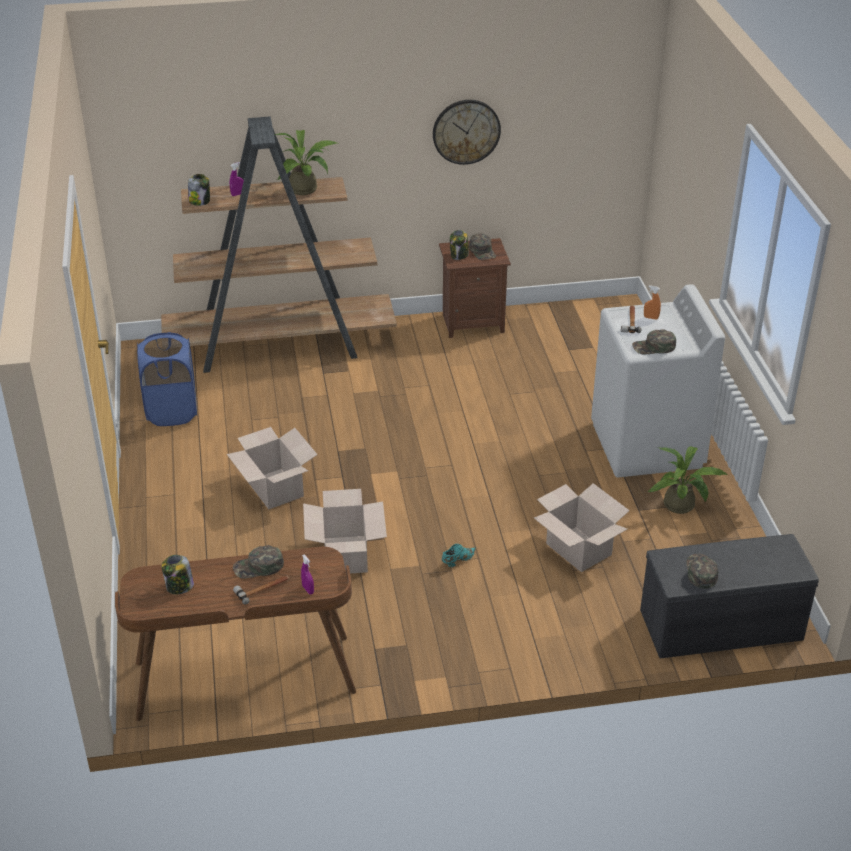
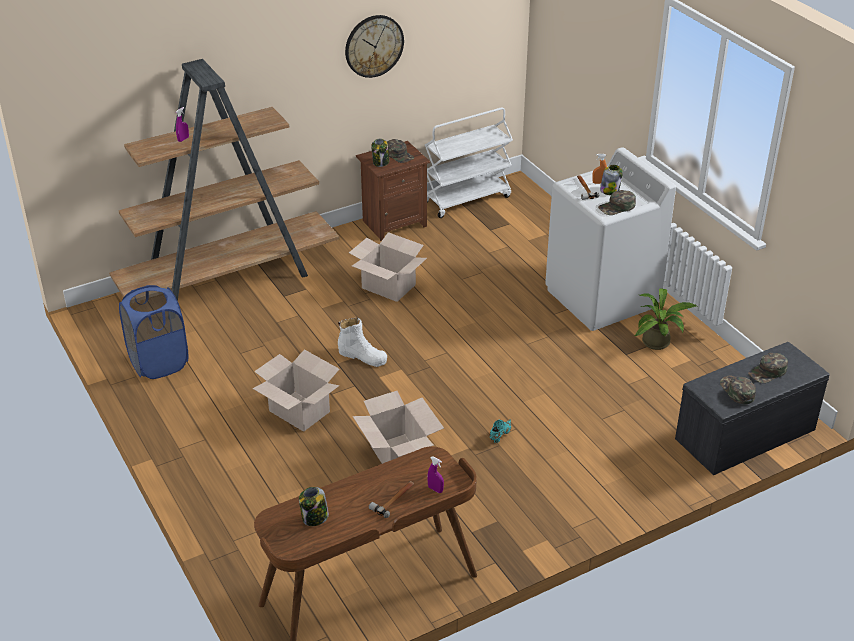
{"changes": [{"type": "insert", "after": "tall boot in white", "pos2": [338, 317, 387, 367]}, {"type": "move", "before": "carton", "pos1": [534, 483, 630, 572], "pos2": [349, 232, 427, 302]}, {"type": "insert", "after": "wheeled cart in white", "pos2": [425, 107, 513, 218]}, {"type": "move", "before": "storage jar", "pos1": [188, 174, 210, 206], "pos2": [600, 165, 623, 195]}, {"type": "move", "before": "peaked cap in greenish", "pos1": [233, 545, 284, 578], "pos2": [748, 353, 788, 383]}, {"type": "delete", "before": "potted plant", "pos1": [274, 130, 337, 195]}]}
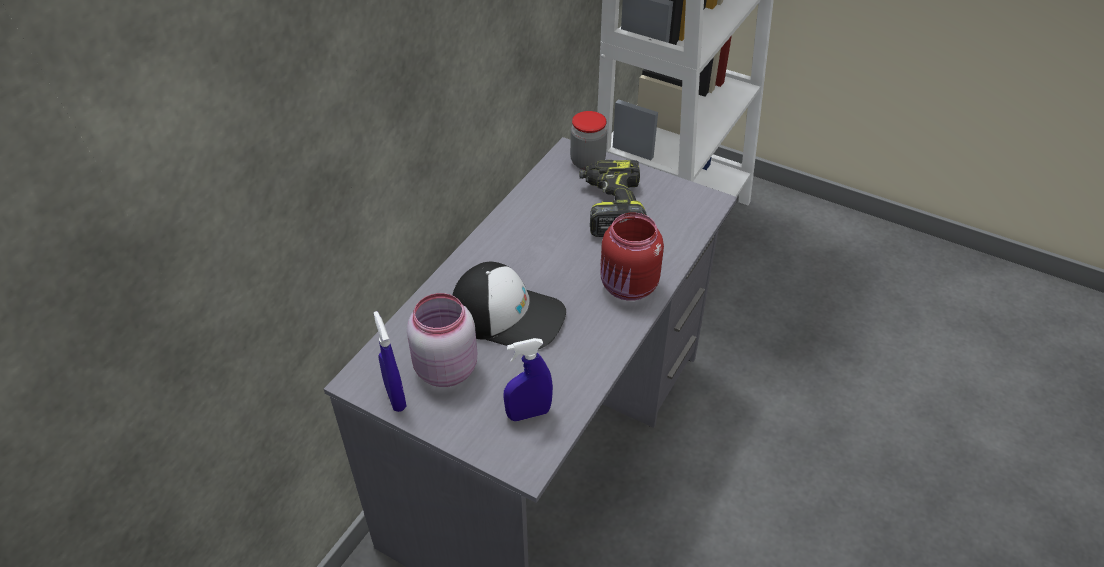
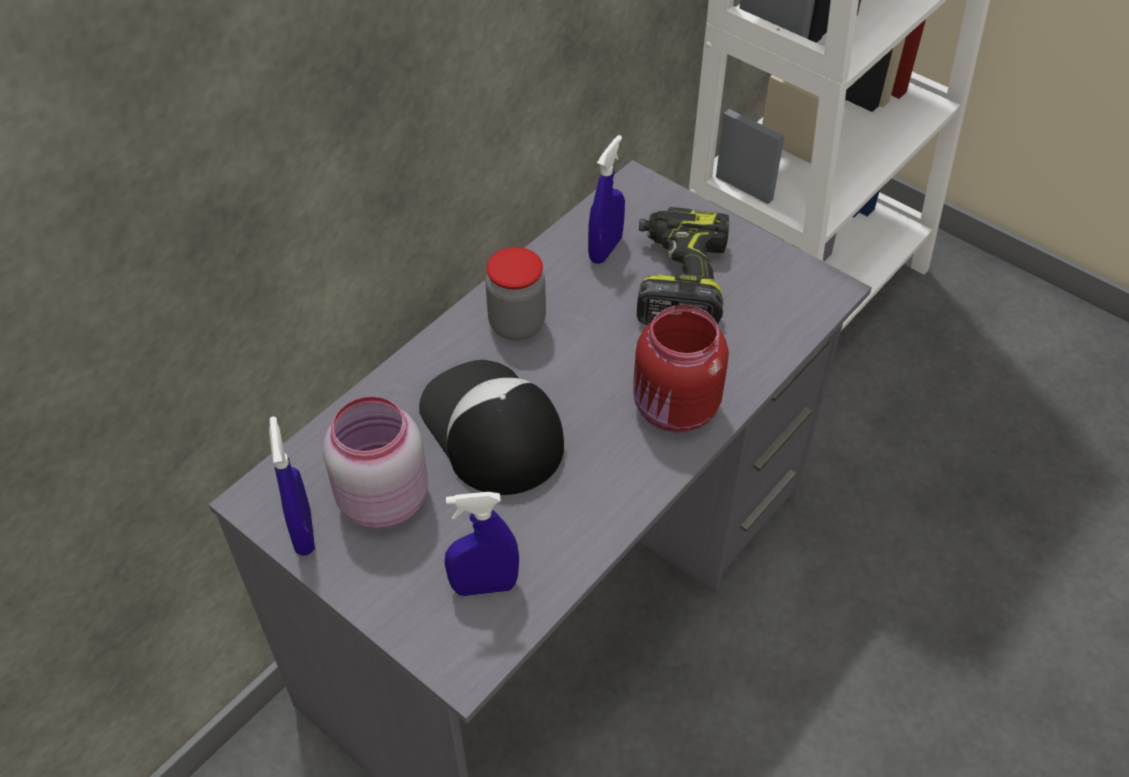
{"changes": [{"type": "rotate", "before": "peaked cap", "pos1": [452, 262, 566, 349], "pos2": [419, 360, 564, 495], "turn": -150}, {"type": "move", "before": "storage jar", "pos1": [570, 111, 607, 170], "pos2": [485, 247, 546, 340]}, {"type": "insert", "after": "hand sprayer in blue", "pos2": [588, 135, 625, 264]}]}
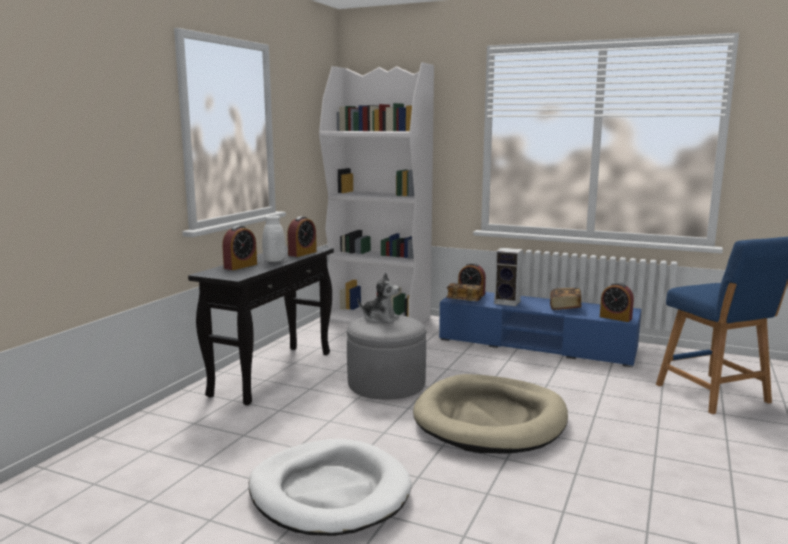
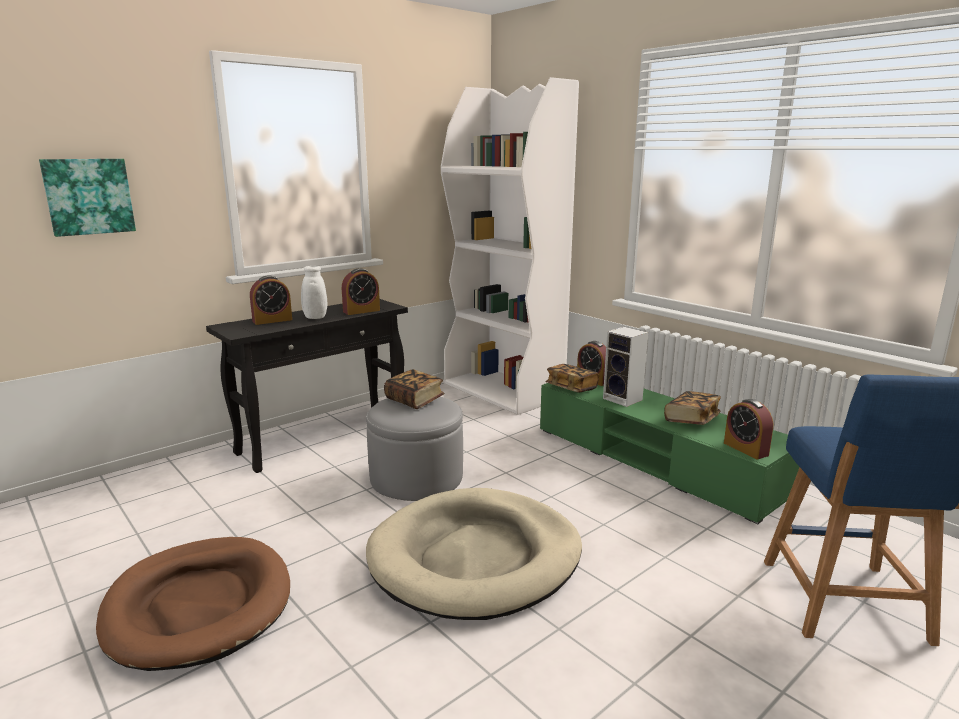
{"changes": [{"type": "insert", "after": "wall picture", "pos2": [39, 159, 136, 237]}, {"type": "recolor", "before": "pet bed in white", "after": "pet bed in brown-coloured", "pos1": [249, 439, 412, 536], "pos2": [96, 537, 290, 671]}, {"type": "replace", "before": "cuddly toy", "after": "bound book", "pos1": [358, 273, 400, 323], "pos2": [384, 369, 445, 409]}, {"type": "recolor", "before": "tv stand in blue", "after": "tv stand in greenish", "pos1": [439, 292, 641, 367], "pos2": [540, 383, 799, 524]}]}
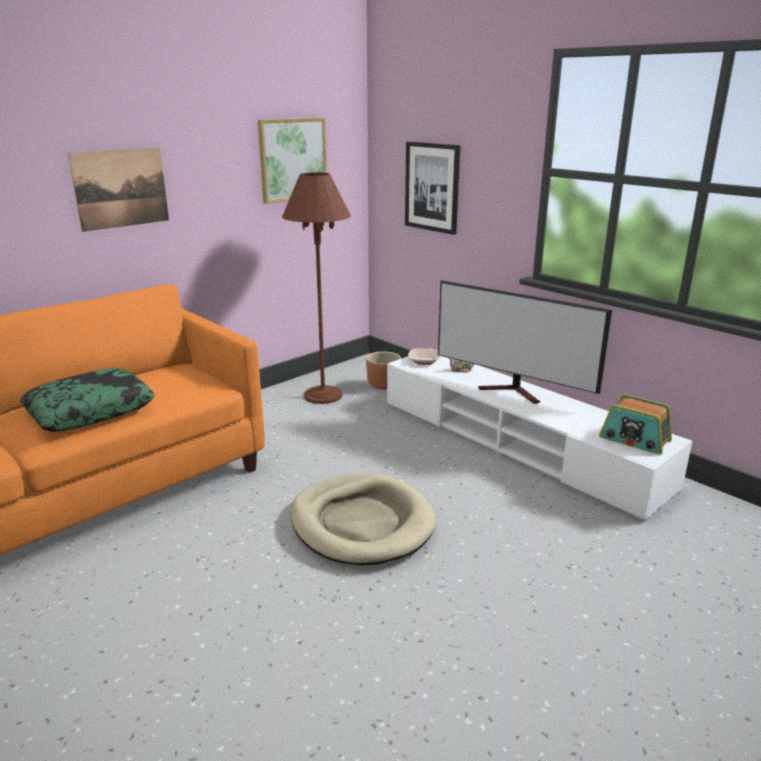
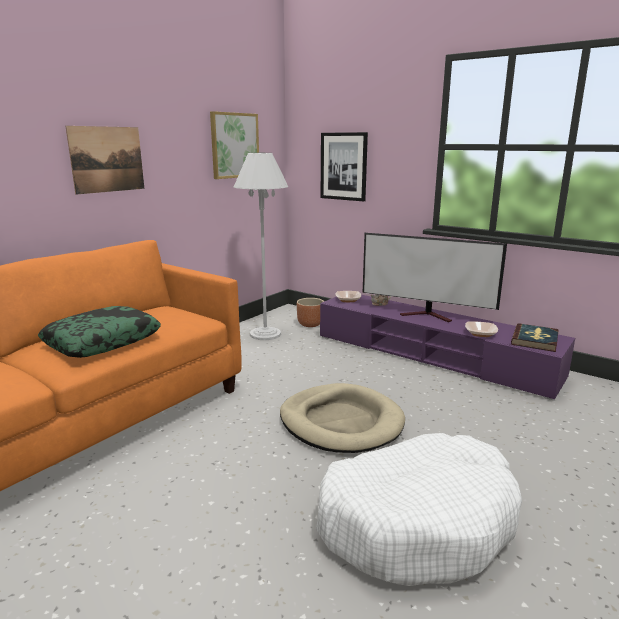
{"changes": [{"type": "recolor", "before": "standing lamp in brown-coloured", "after": "standing lamp in white", "pos1": [282, 172, 351, 404], "pos2": [234, 153, 288, 340]}, {"type": "insert", "after": "pet bed in white", "pos2": [316, 433, 522, 586]}, {"type": "recolor", "before": "tv stand in white", "after": "tv stand in purplish", "pos1": [387, 348, 692, 521], "pos2": [320, 295, 575, 400]}, {"type": "insert", "after": "serving bowl", "pos2": [465, 321, 498, 337]}, {"type": "replace", "before": "radio", "after": "bound book", "pos1": [599, 394, 672, 455], "pos2": [511, 323, 559, 352]}]}
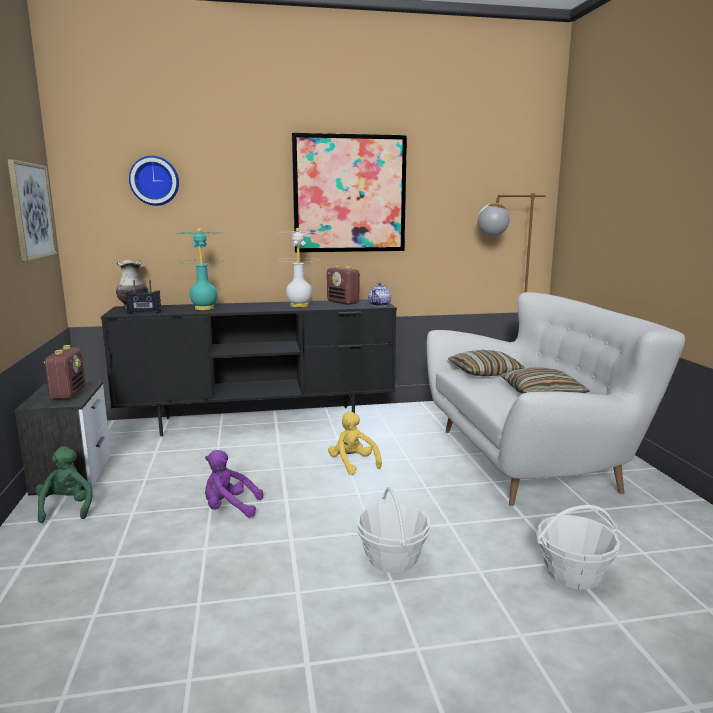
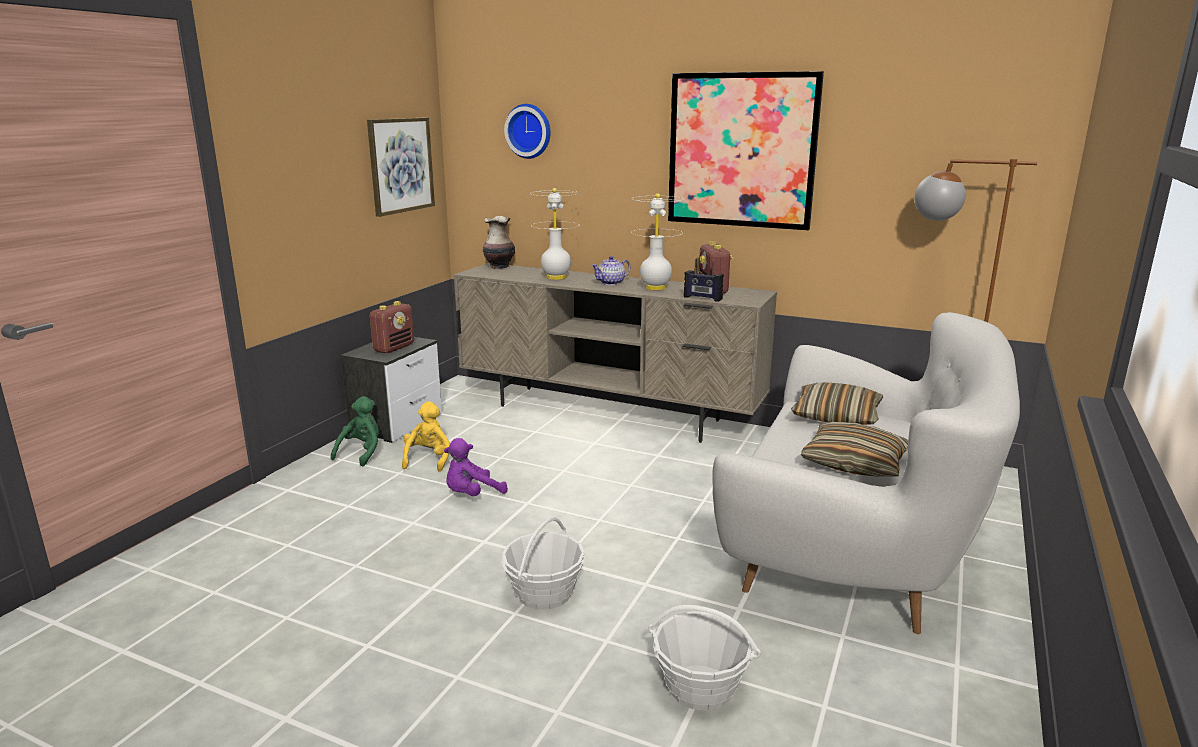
{"changes": [{"type": "move", "before": "cuddly toy in yellow-coloured", "pos1": [328, 411, 382, 475], "pos2": [402, 401, 450, 472]}, {"type": "rotate", "before": "cuddly toy in purplish", "pos1": [205, 450, 263, 518], "pos2": [444, 438, 508, 496], "turn": -75}, {"type": "recolor", "before": "tv stand in blackish", "after": "tv stand in sand-coloured", "pos1": [101, 299, 397, 436], "pos2": [453, 263, 777, 443]}, {"type": "recolor", "before": "lamp for a table in turquoise", "after": "lamp for a table in white", "pos1": [177, 228, 222, 310], "pos2": [531, 188, 579, 280]}, {"type": "move", "before": "tea pot", "pos1": [368, 282, 391, 306], "pos2": [591, 256, 631, 285]}, {"type": "move", "before": "radio", "pos1": [125, 280, 162, 314], "pos2": [684, 259, 724, 302]}]}
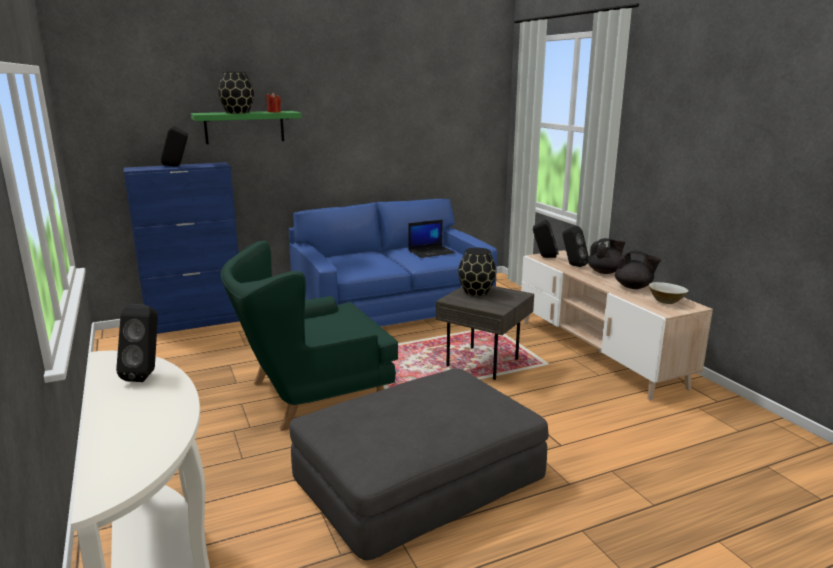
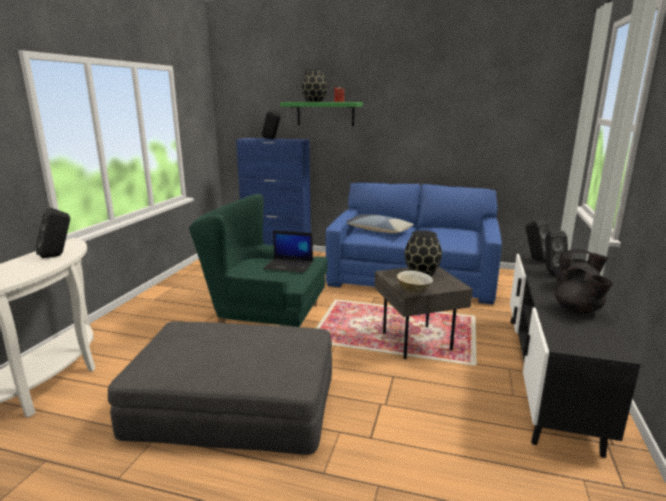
{"changes": [{"type": "move", "before": "notebook computer", "pos1": [409, 220, 455, 258], "pos2": [263, 230, 313, 273]}, {"type": "insert", "after": "pillow", "pos2": [346, 214, 414, 233]}, {"type": "move", "before": "serving bowl in sand-coloured", "pos1": [649, 282, 689, 304], "pos2": [397, 271, 433, 293]}, {"type": "recolor", "before": "tv stand in sand-coloured", "after": "tv stand in blackish", "pos1": [521, 250, 713, 401], "pos2": [510, 254, 641, 458]}]}
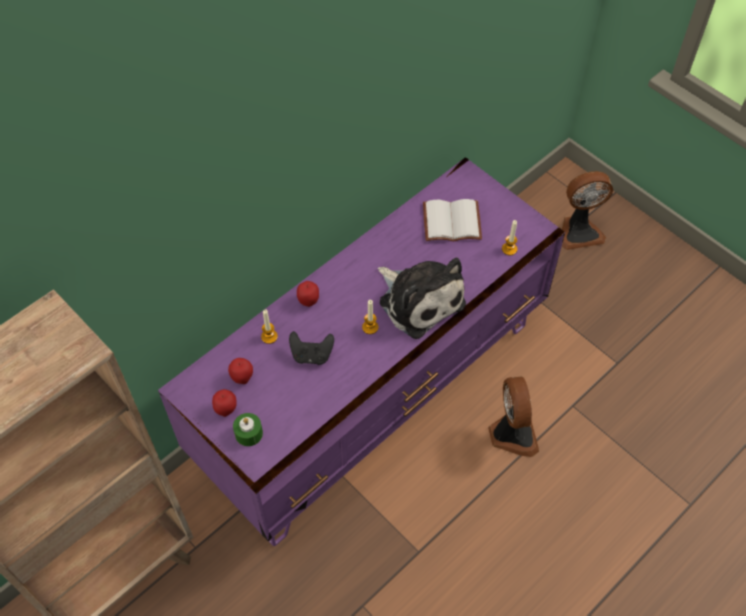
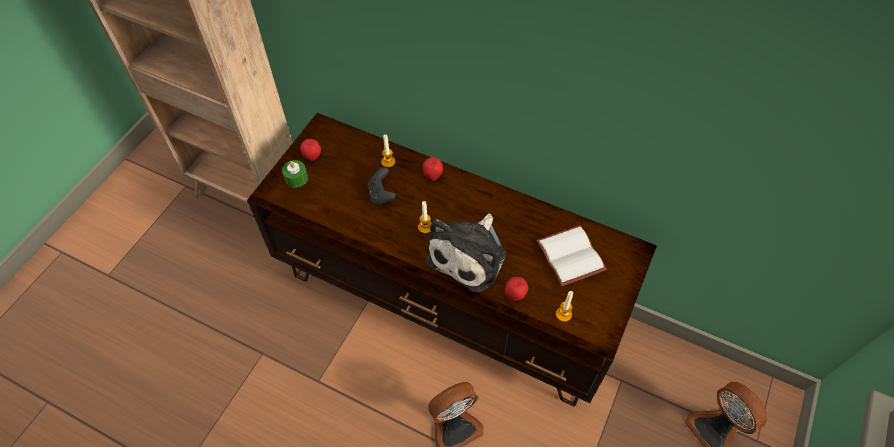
{"changes": [{"type": "recolor", "before": "tv stand in purplish", "after": "tv stand in brown-coloured", "pos1": [158, 157, 565, 546], "pos2": [247, 113, 657, 406]}, {"type": "move", "before": "whole apple", "pos1": [228, 358, 253, 384], "pos2": [505, 277, 528, 301]}]}
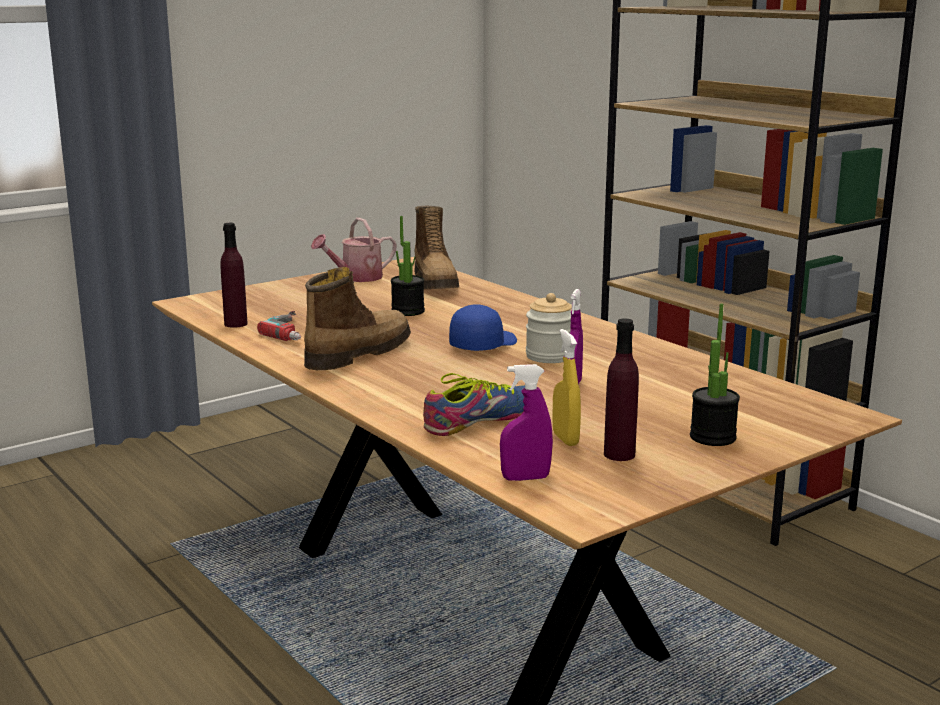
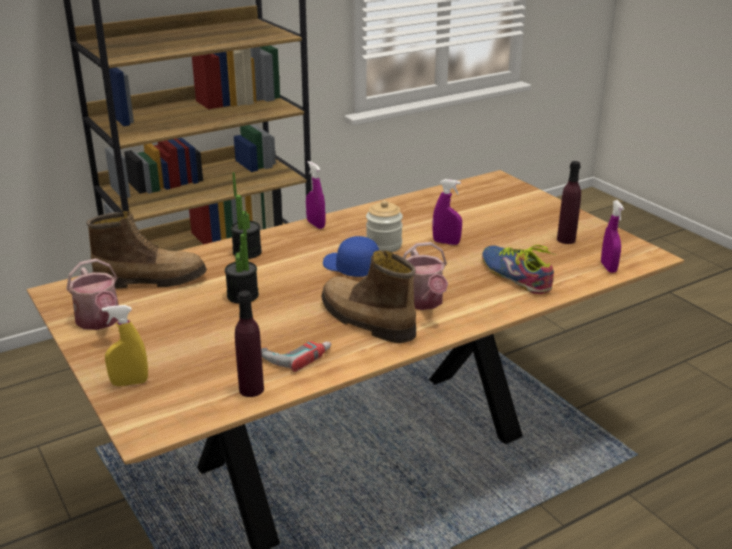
{"changes": [{"type": "move", "before": "hand sprayer in yellow-coloured", "pos1": [552, 329, 581, 446], "pos2": [102, 305, 148, 386]}, {"type": "move", "before": "potted plant", "pos1": [690, 304, 740, 446], "pos2": [231, 172, 262, 259]}, {"type": "insert", "after": "hand sprayer in purplish", "pos2": [306, 161, 325, 229]}, {"type": "insert", "after": "watering can", "pos2": [403, 242, 448, 310]}]}
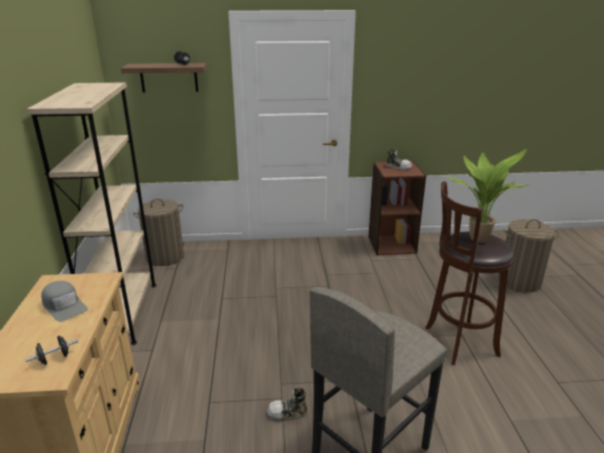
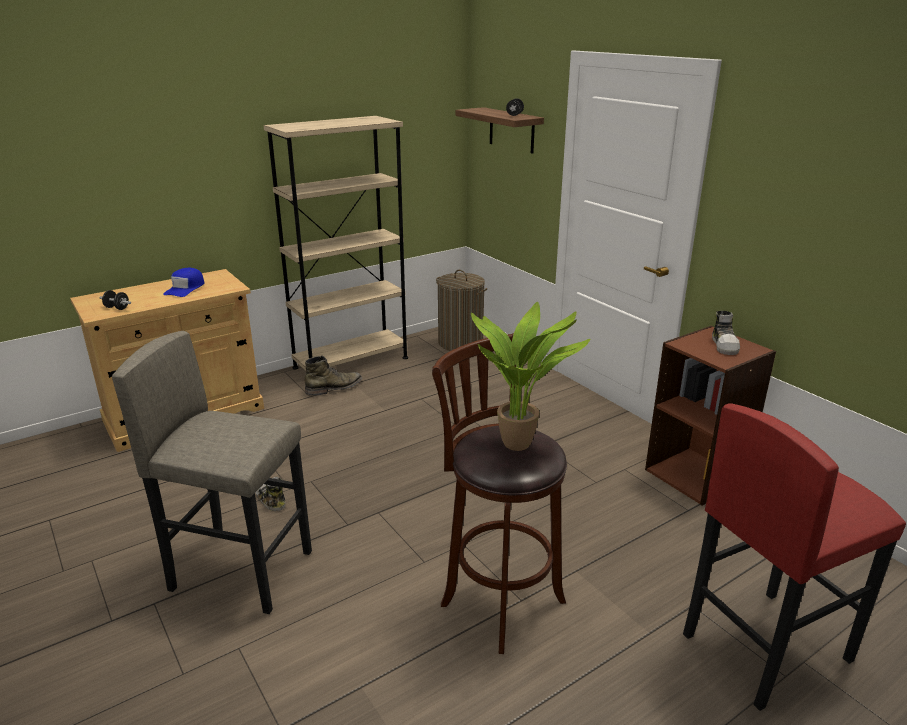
{"changes": [{"type": "recolor", "before": "peaked cap in grey", "after": "peaked cap in blue", "pos1": [41, 281, 88, 322], "pos2": [163, 268, 205, 297]}, {"type": "insert", "after": "tall boot in greenish", "pos2": [304, 355, 362, 396]}, {"type": "replace", "before": "hamper", "after": "stool in red-coloured", "pos1": [498, 219, 559, 293], "pos2": [683, 403, 906, 711]}]}
